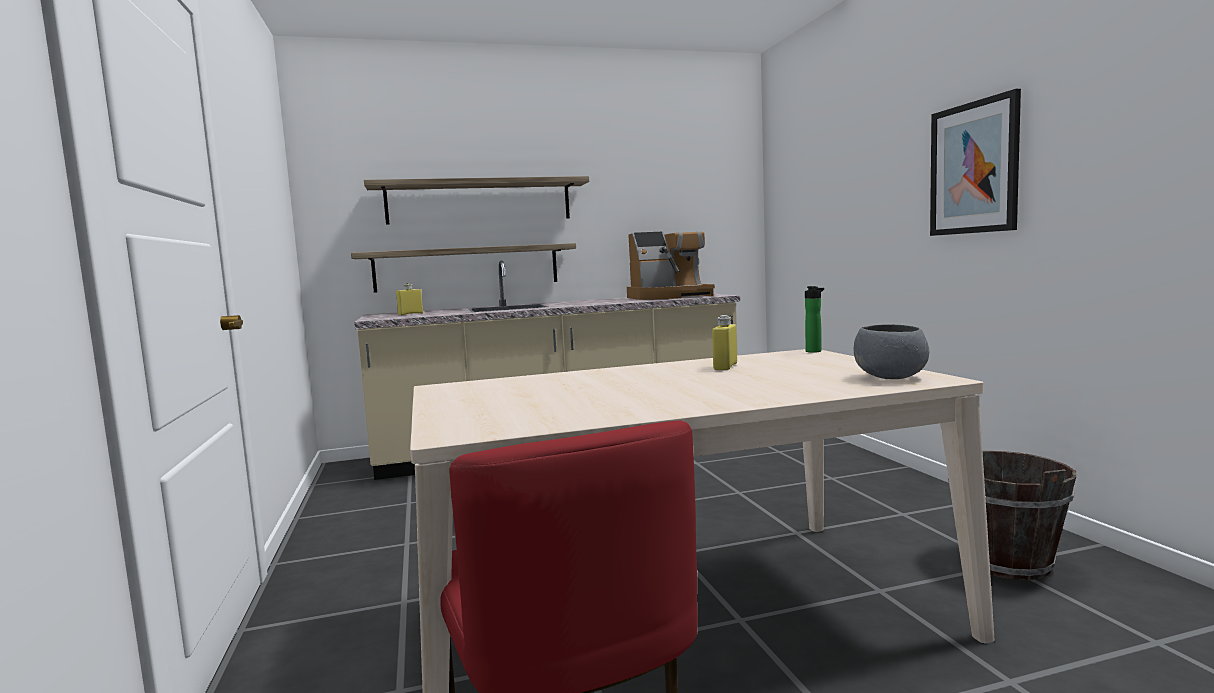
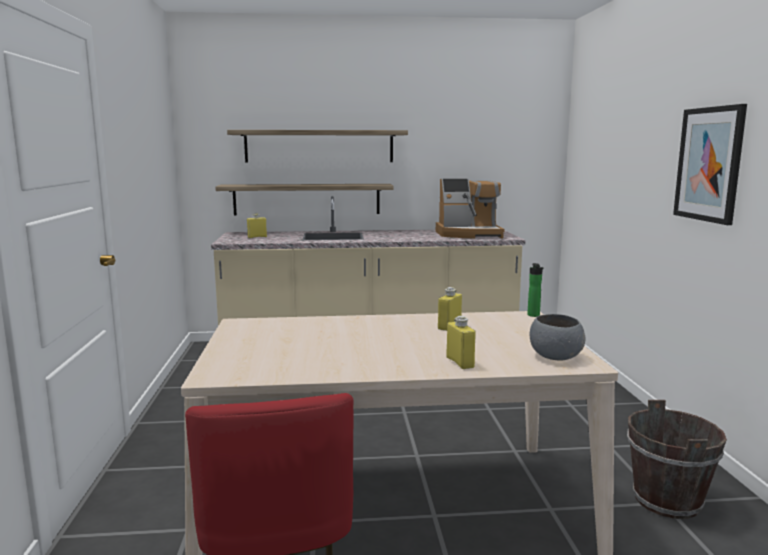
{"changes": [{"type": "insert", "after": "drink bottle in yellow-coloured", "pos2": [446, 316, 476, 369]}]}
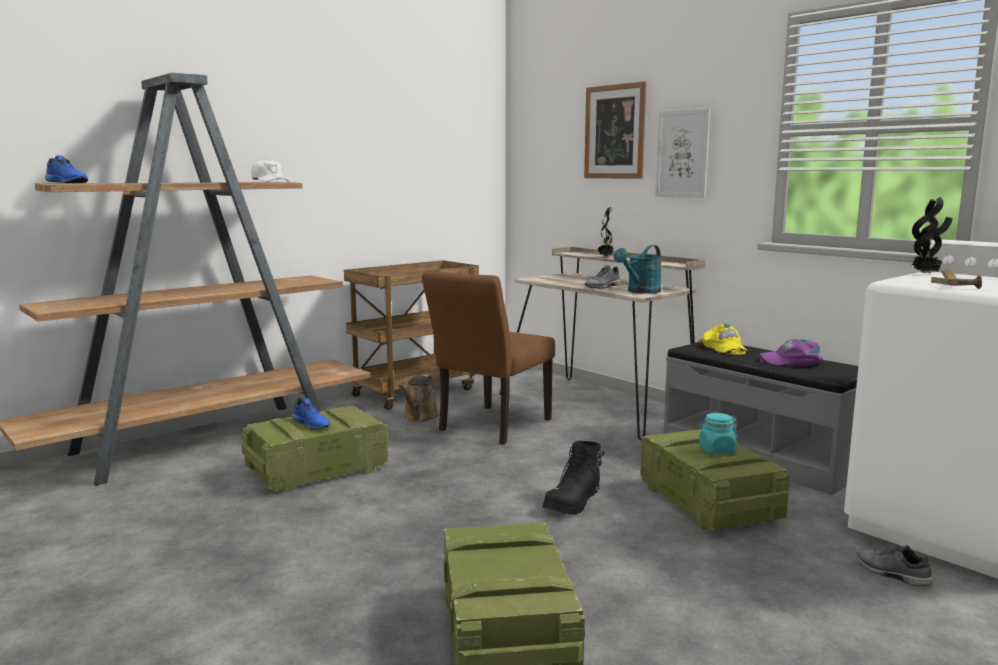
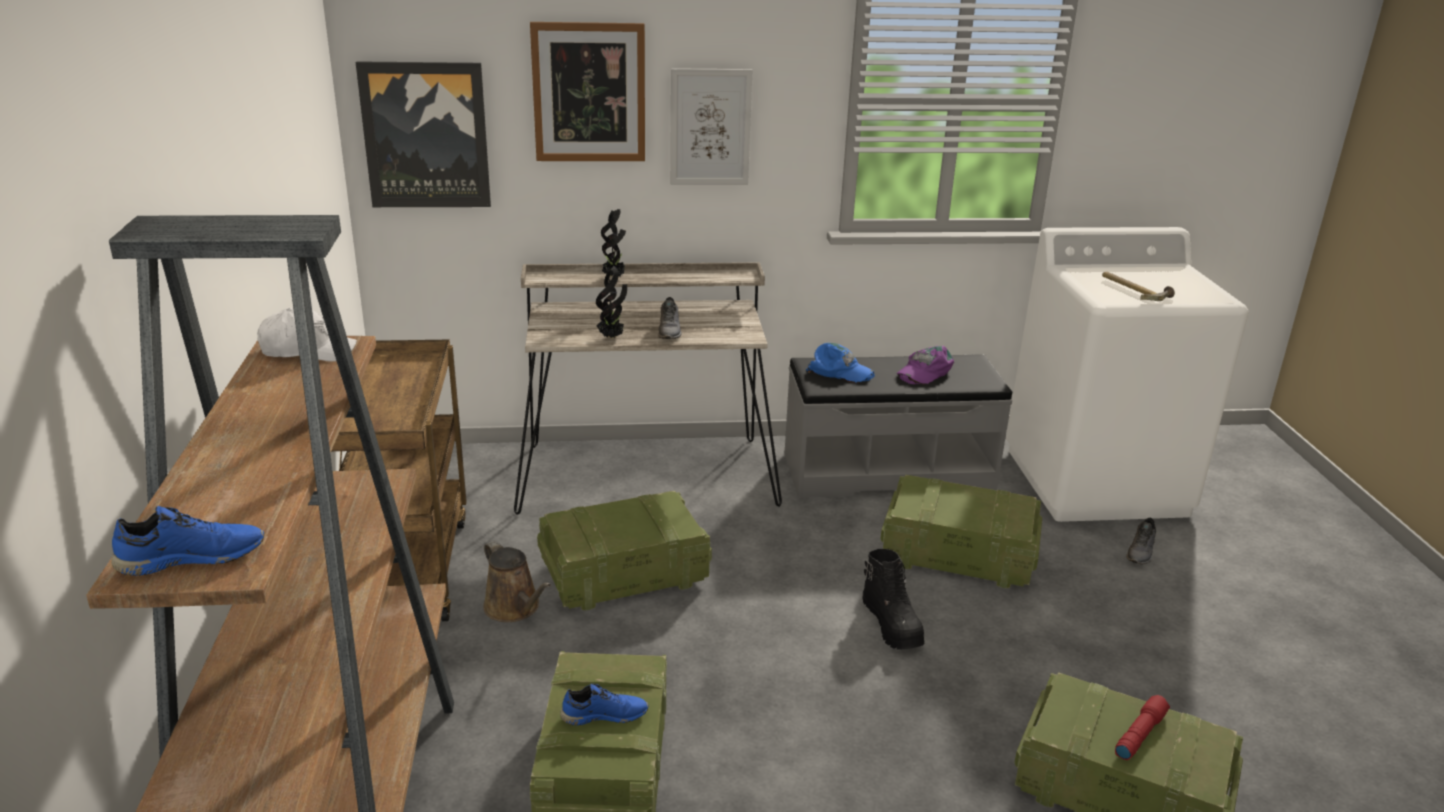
{"changes": [{"type": "insert", "after": "wall picture", "pos2": [355, 61, 491, 207]}, {"type": "replace", "before": "upright chair in brown-coloured", "after": "shipping crate", "pos1": [422, 270, 555, 445], "pos2": [537, 491, 712, 611]}, {"type": "move", "before": "potted plant", "pos1": [912, 197, 952, 274], "pos2": [596, 265, 627, 339]}, {"type": "recolor", "before": "peaked cap in yellow-coloured", "after": "peaked cap in blue", "pos1": [698, 324, 748, 355], "pos2": [806, 343, 875, 383]}, {"type": "insert", "after": "flashlight in red-coloured", "pos2": [1115, 695, 1170, 760]}, {"type": "rotate", "before": "low shoe in grey", "pos1": [857, 545, 933, 586], "pos2": [1126, 518, 1156, 564], "turn": -60}, {"type": "delete", "before": "watering can in turquoise", "pos1": [614, 245, 662, 294]}, {"type": "delete", "before": "storage jar in turquoise", "pos1": [698, 413, 738, 454]}]}
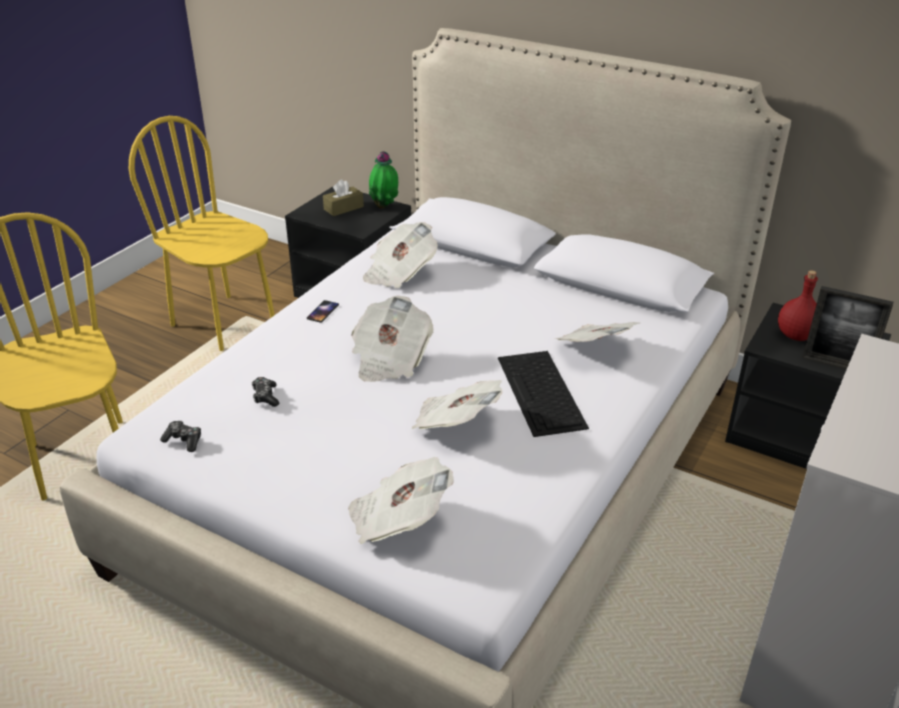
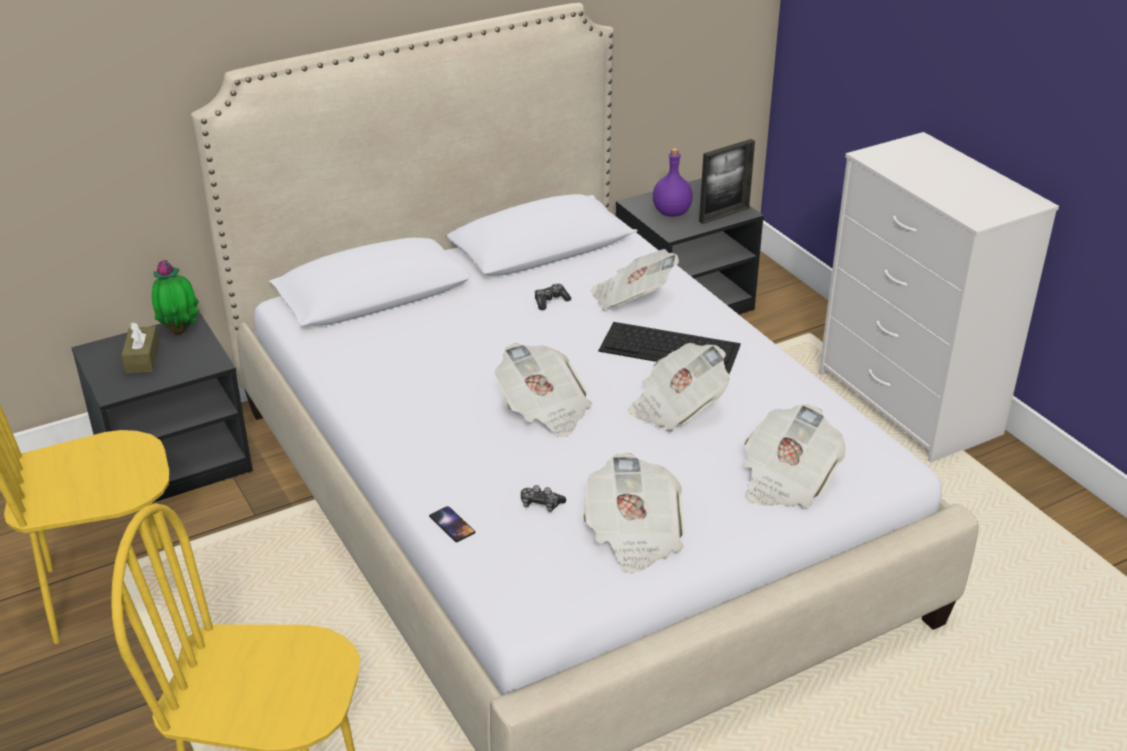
{"changes": [{"type": "move", "before": "handset", "pos1": [307, 300, 339, 323], "pos2": [429, 506, 475, 542]}, {"type": "move", "before": "joypad", "pos1": [160, 421, 201, 452], "pos2": [535, 284, 571, 310]}, {"type": "move", "before": "printed paper", "pos1": [363, 222, 438, 288], "pos2": [583, 453, 685, 574]}, {"type": "recolor", "before": "drink bottle in red-coloured", "after": "drink bottle in purplish", "pos1": [778, 271, 818, 341], "pos2": [653, 148, 693, 217]}]}
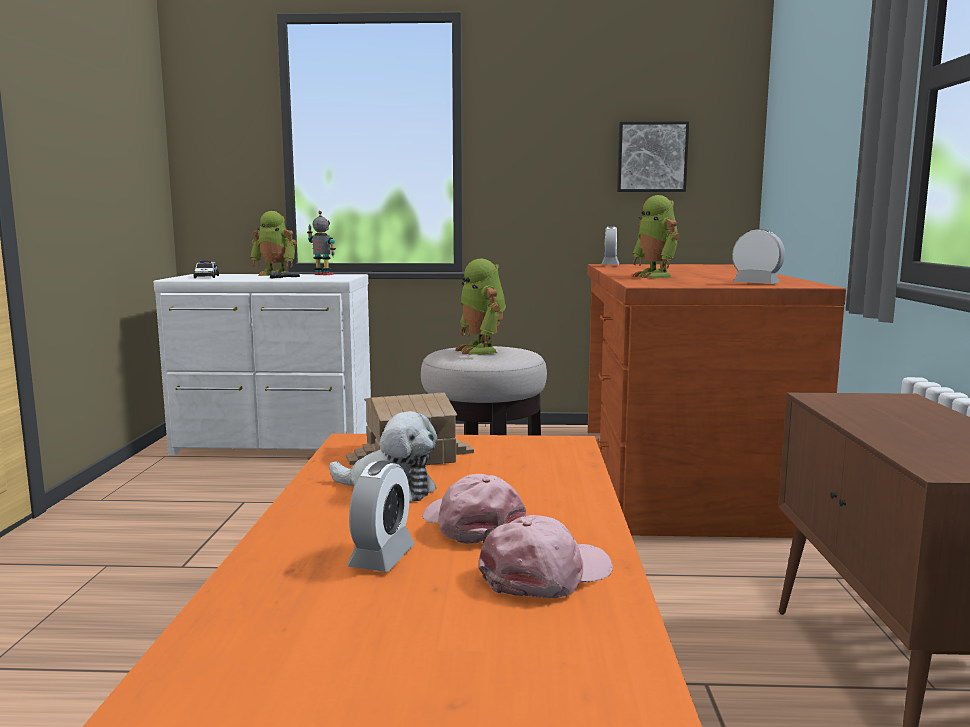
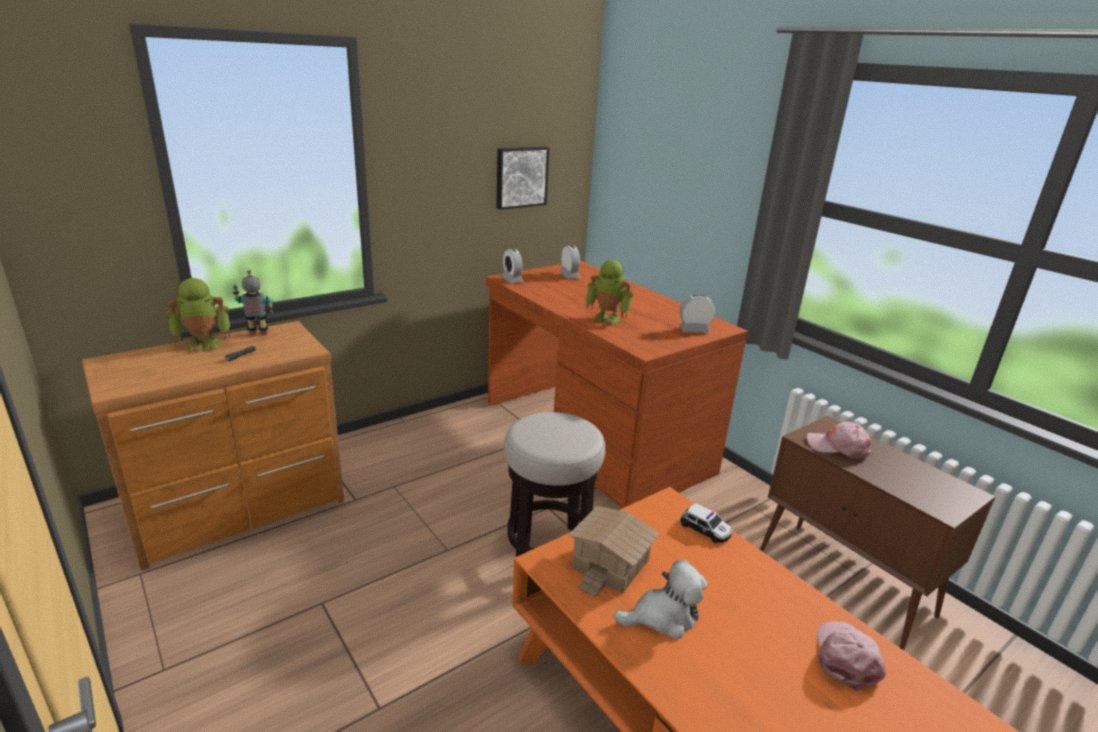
{"changes": [{"type": "recolor", "before": "chest of drawers in white", "after": "chest of drawers in brown-coloured", "pos1": [154, 274, 371, 455], "pos2": [82, 321, 344, 571]}, {"type": "move", "before": "bedside clock", "pos1": [347, 461, 415, 572], "pos2": [560, 245, 580, 279]}, {"type": "move", "before": "model car", "pos1": [194, 261, 219, 278], "pos2": [680, 503, 732, 543]}, {"type": "move", "before": "peaked cap in pink", "pos1": [423, 474, 526, 544], "pos2": [807, 422, 872, 459]}, {"type": "delete", "before": "toy robot", "pos1": [455, 259, 506, 355]}]}
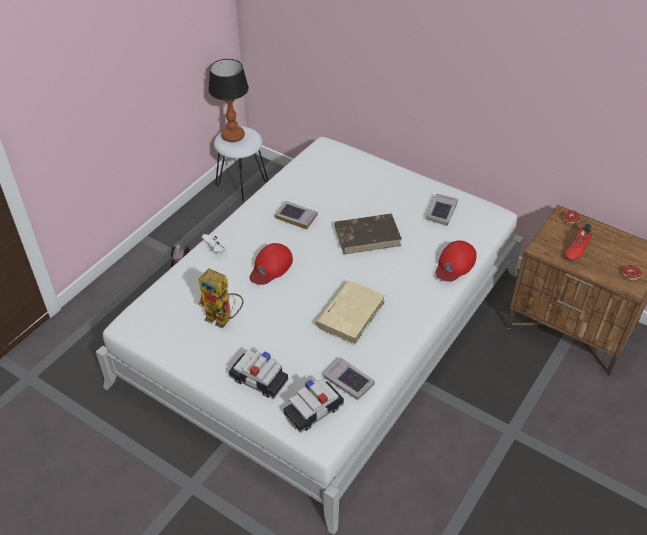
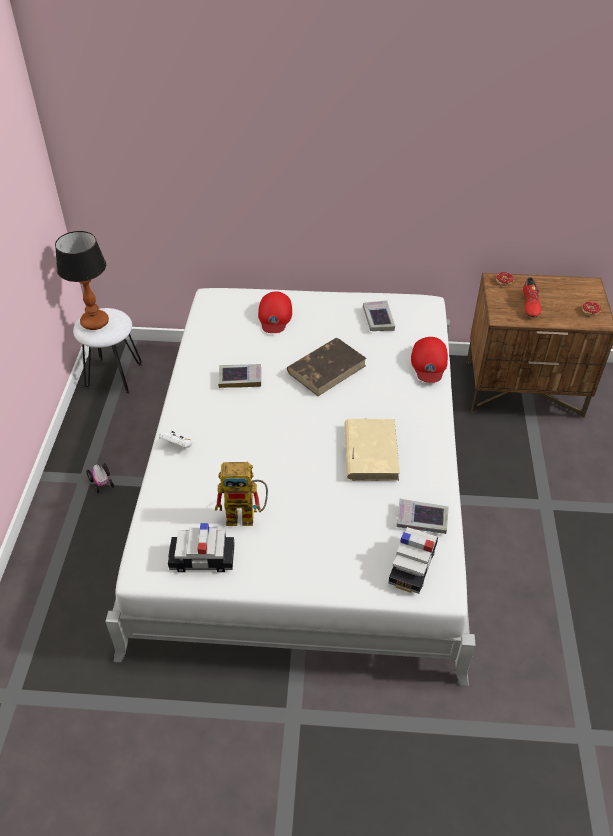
{"changes": [{"type": "move", "before": "model car", "pos1": [229, 349, 288, 399], "pos2": [168, 523, 235, 572]}, {"type": "move", "before": "peaked cap in red-coloured", "pos1": [250, 243, 293, 285], "pos2": [258, 291, 292, 333]}]}
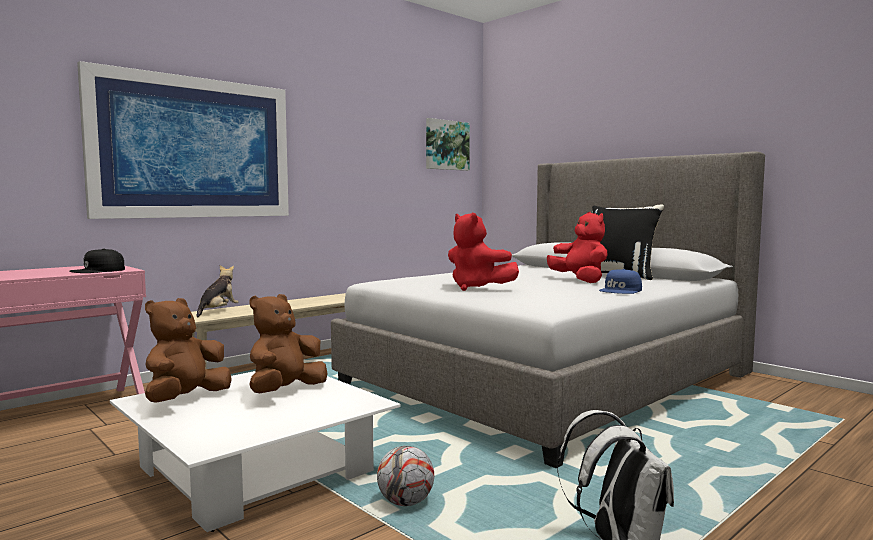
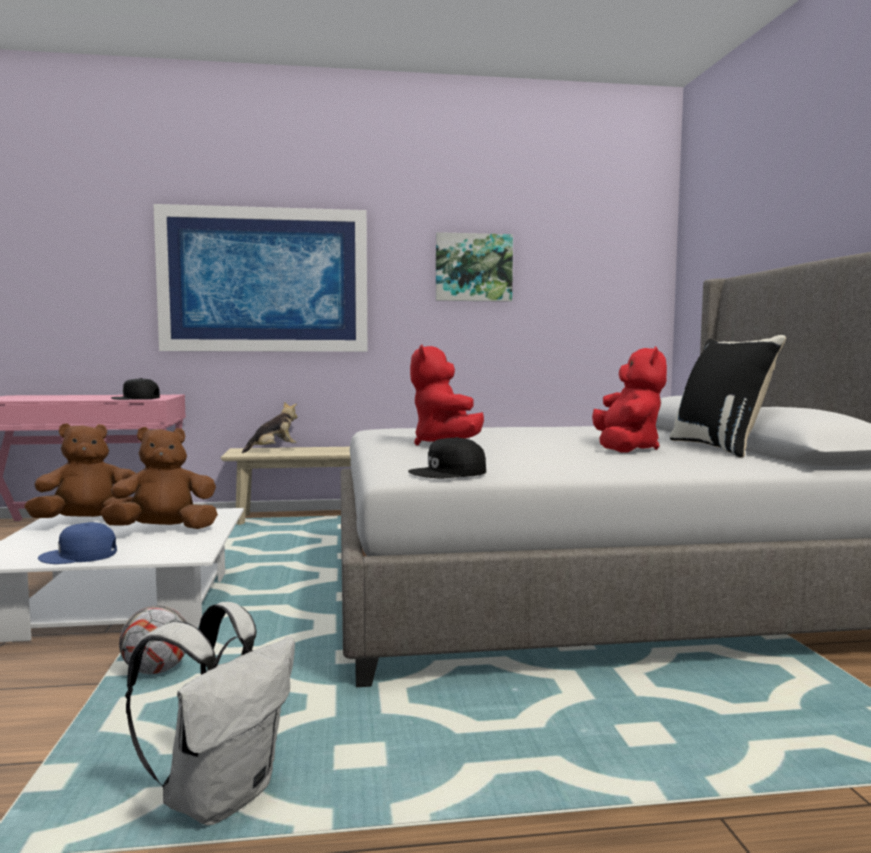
{"changes": [{"type": "move", "before": "peaked cap in blue", "pos1": [599, 269, 642, 294], "pos2": [38, 522, 117, 564]}, {"type": "insert", "after": "peaked cap in blackish", "pos2": [408, 437, 486, 478]}, {"type": "move", "before": "wall picture", "pos1": [426, 118, 470, 171], "pos2": [436, 232, 513, 302]}]}
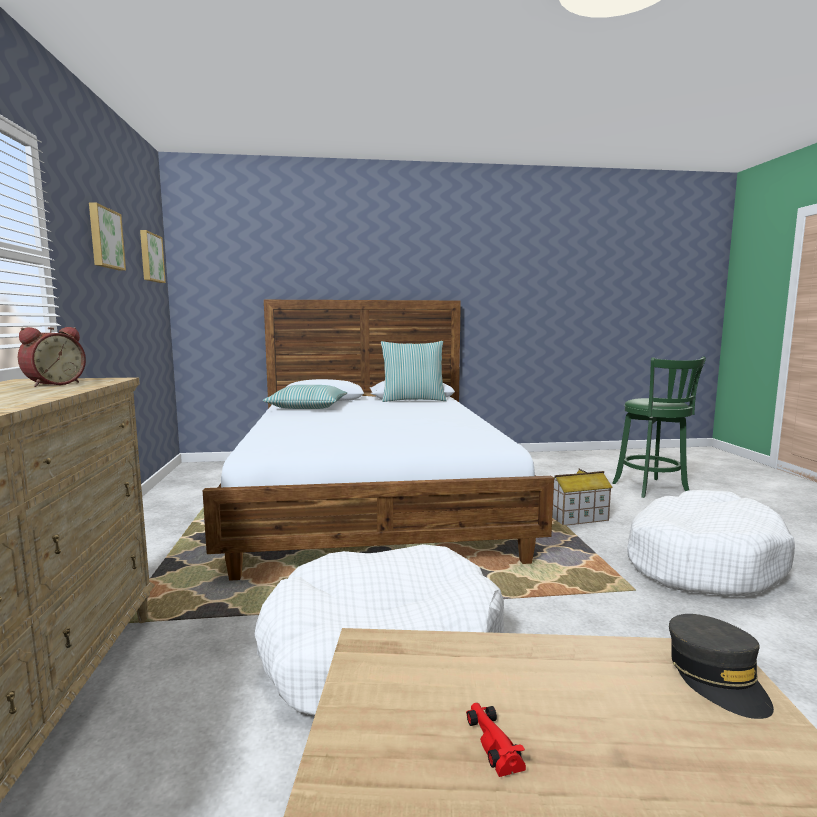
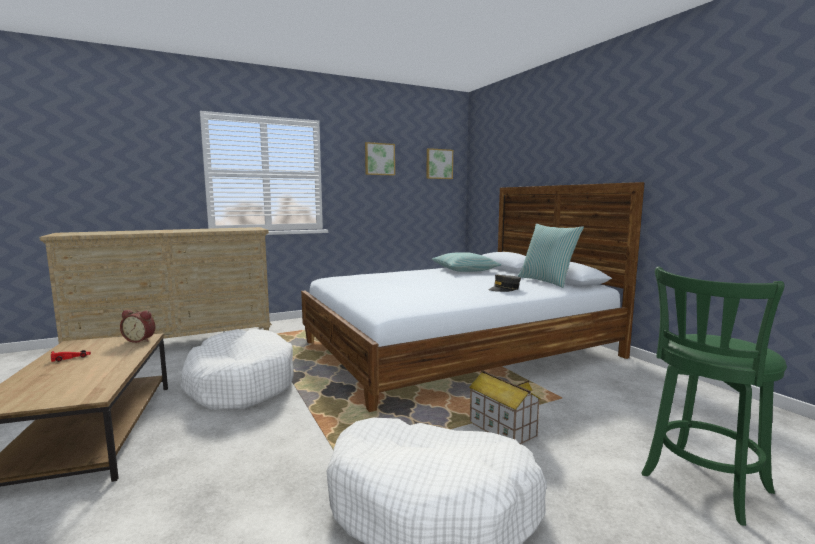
{"changes": [{"type": "move", "before": "bedside clock", "pos1": [18, 327, 86, 387], "pos2": [120, 310, 155, 343]}, {"type": "move", "before": "peaked cap in grey", "pos1": [669, 614, 774, 719], "pos2": [488, 274, 521, 292]}]}
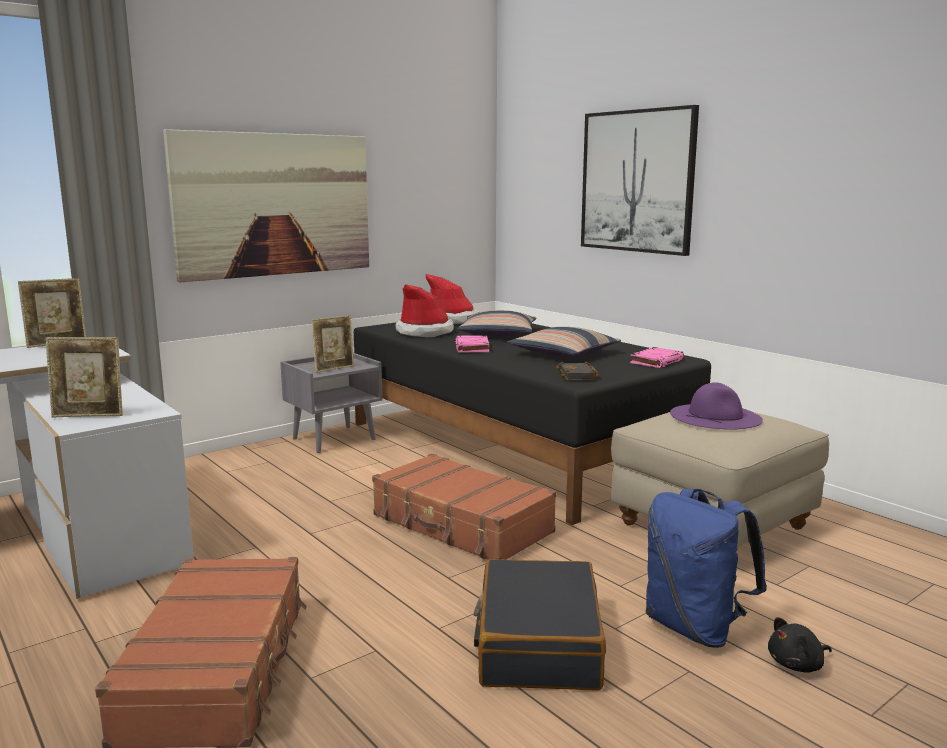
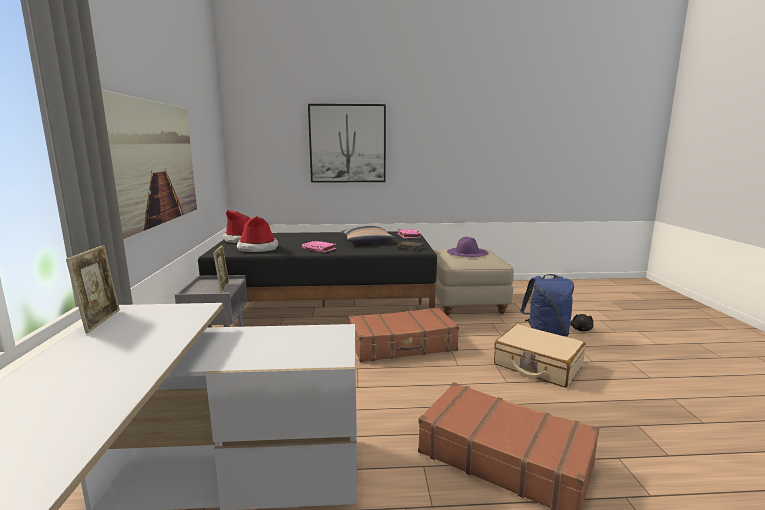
{"changes": [{"type": "recolor", "before": "suitcase in blackish", "after": "suitcase in sand-coloured", "pos1": [473, 559, 606, 690], "pos2": [494, 324, 586, 388]}, {"type": "delete", "before": "picture frame", "pos1": [46, 337, 123, 417]}, {"type": "delete", "before": "pillow", "pos1": [457, 310, 537, 337]}]}
